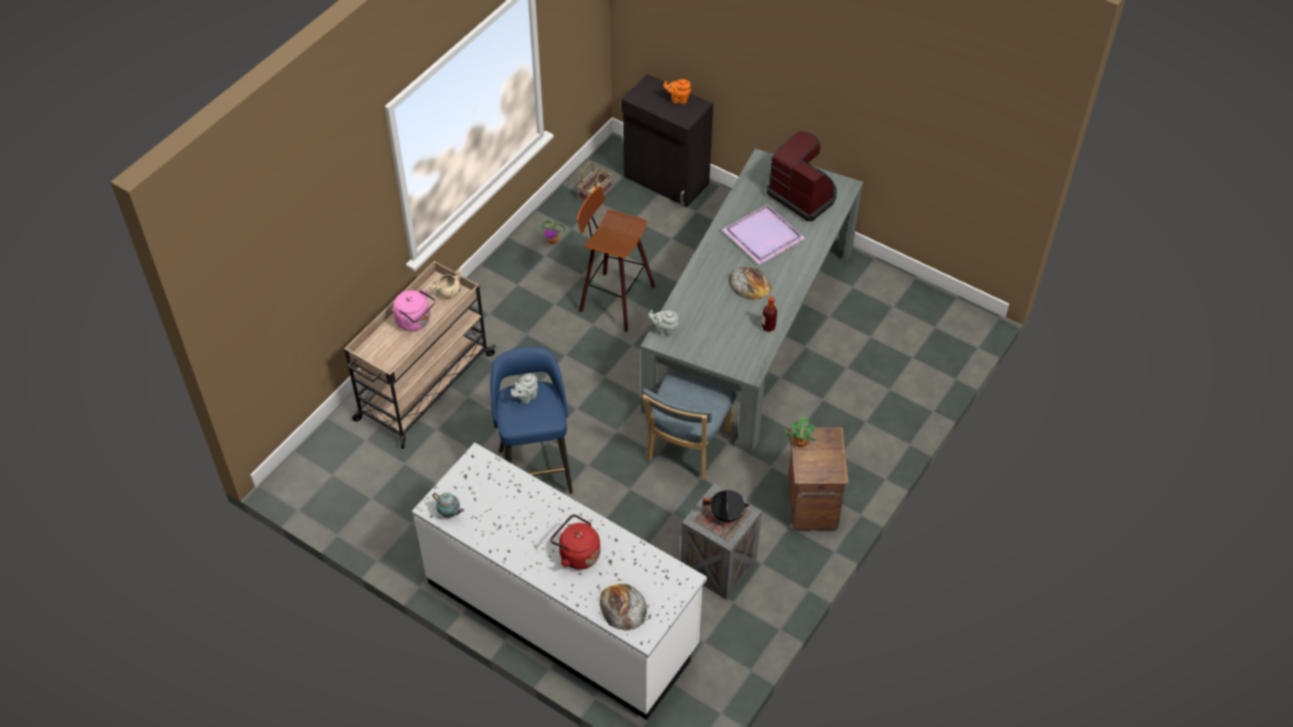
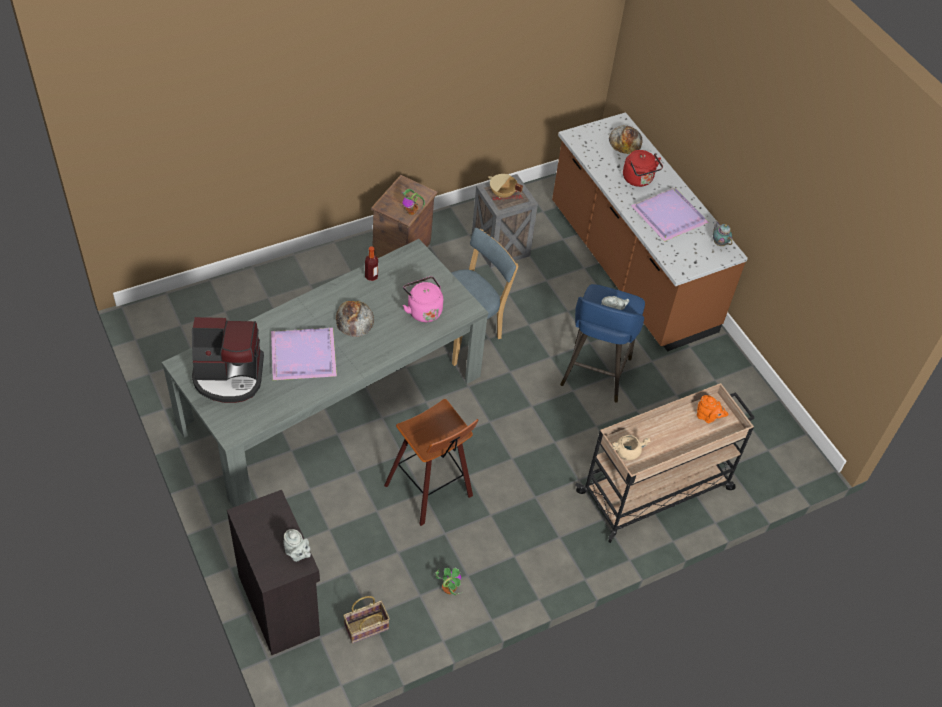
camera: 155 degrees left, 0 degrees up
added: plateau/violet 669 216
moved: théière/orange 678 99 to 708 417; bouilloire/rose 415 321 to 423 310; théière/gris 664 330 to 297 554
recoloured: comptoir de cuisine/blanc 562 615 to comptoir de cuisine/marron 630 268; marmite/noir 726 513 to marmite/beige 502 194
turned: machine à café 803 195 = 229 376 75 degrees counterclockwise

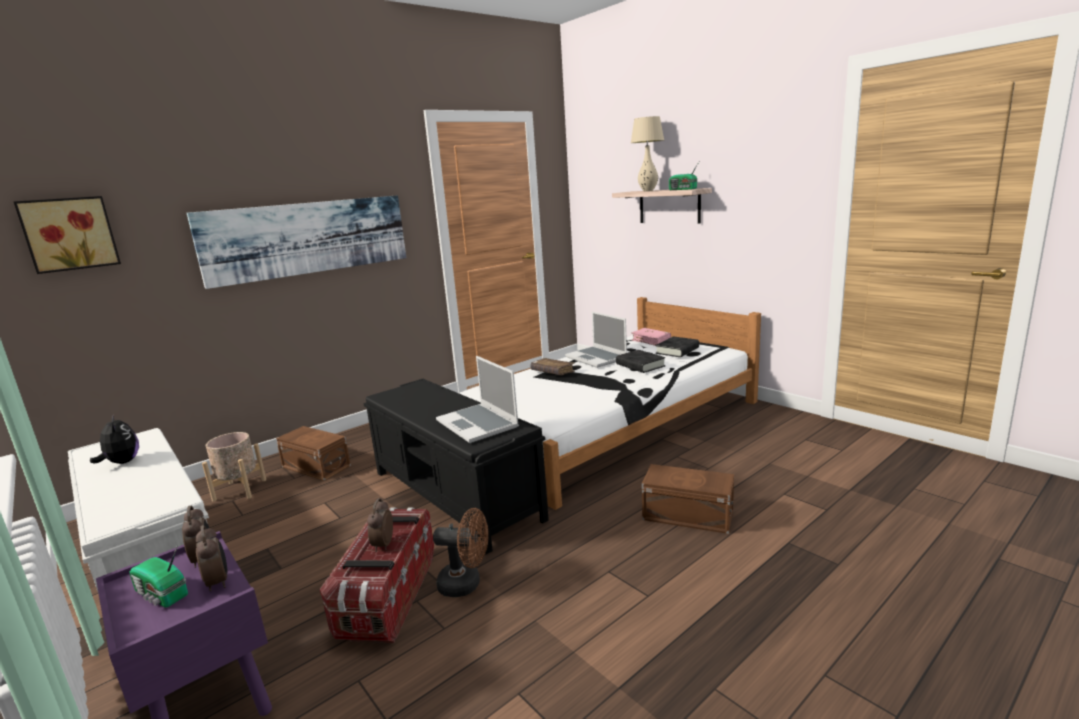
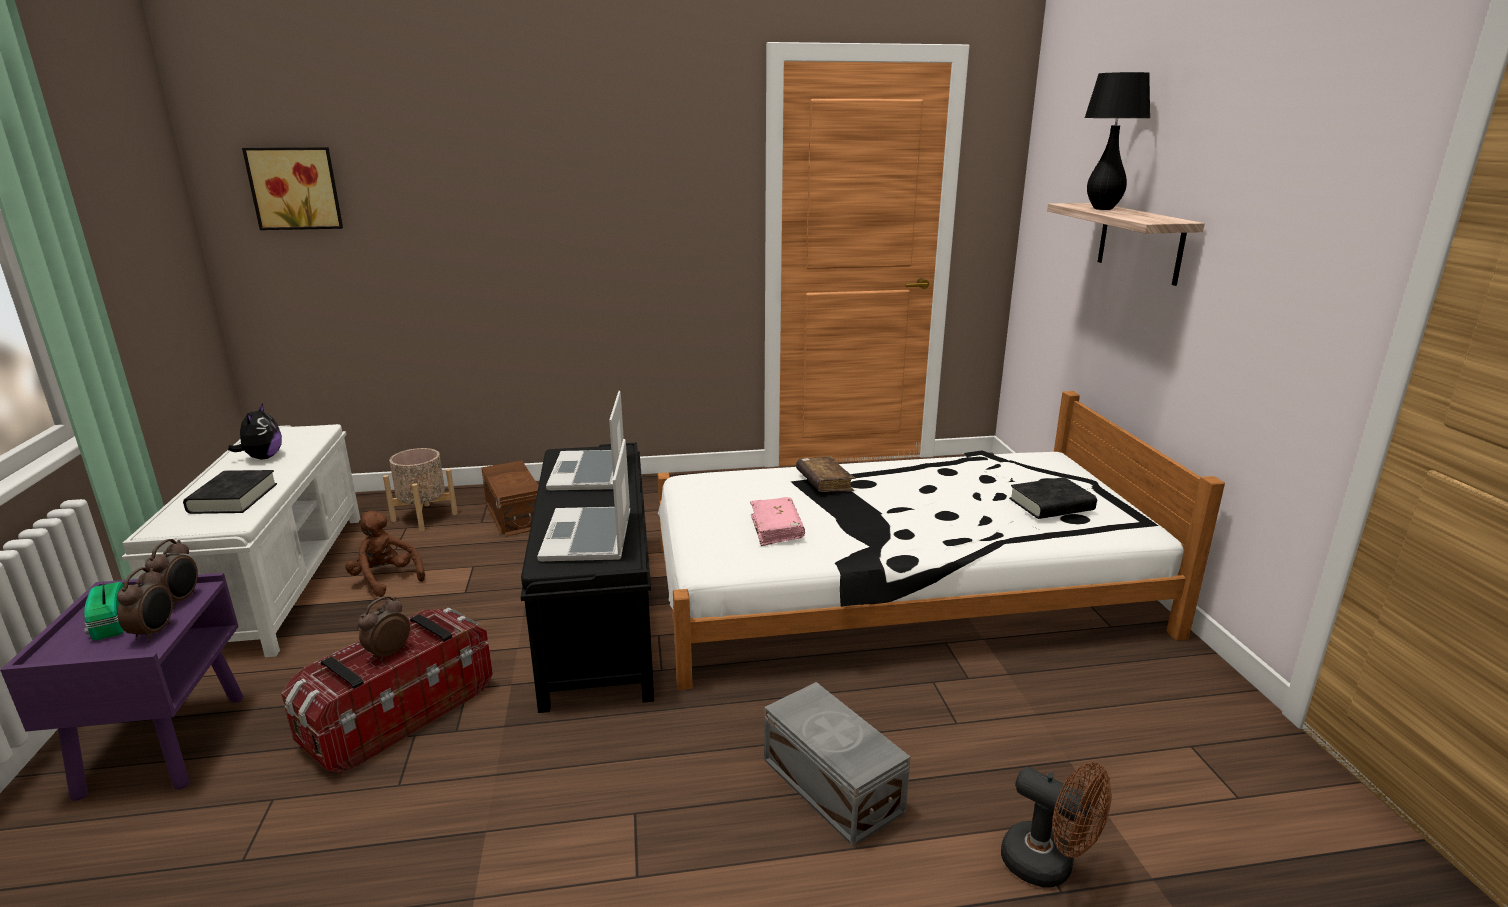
camera: 30 degrees right, 5 degrees up
removed: radio 683 189; tableau 308 238
added: peluche/marron 386 579
moved: ordinateur portable 597 358 to 589 473; livre/rose 651 341 to 776 529; livre/noir 640 365 to 233 498; ventilateur/marron 466 584 to 1048 866
recoloured: lampe de table/beige 648 191 to lampe de table/noir 1103 209; boîte de rangement/marron 689 516 to boîte de rangement/gris 831 787

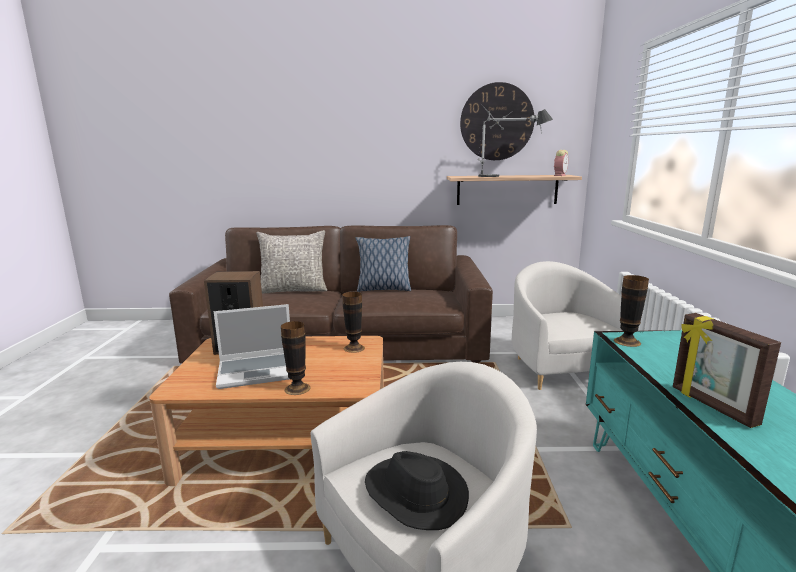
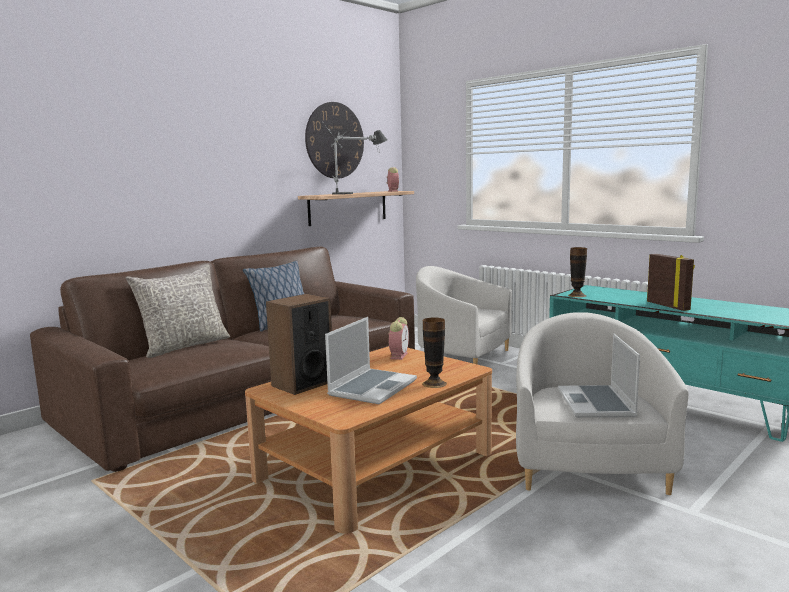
camera: 45 degrees left, 5 degrees down
replaced: vase 354 348 to réveil 399 355; chapeau/noir 414 494 to ordinateur portable 597 404
turned: cadre photo 712 406 = 668 306 135 degrees counterclockwise

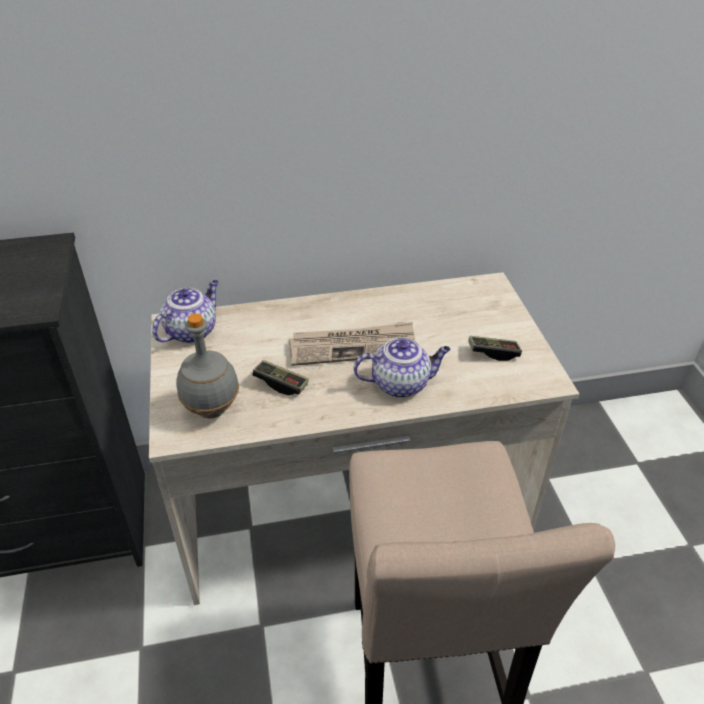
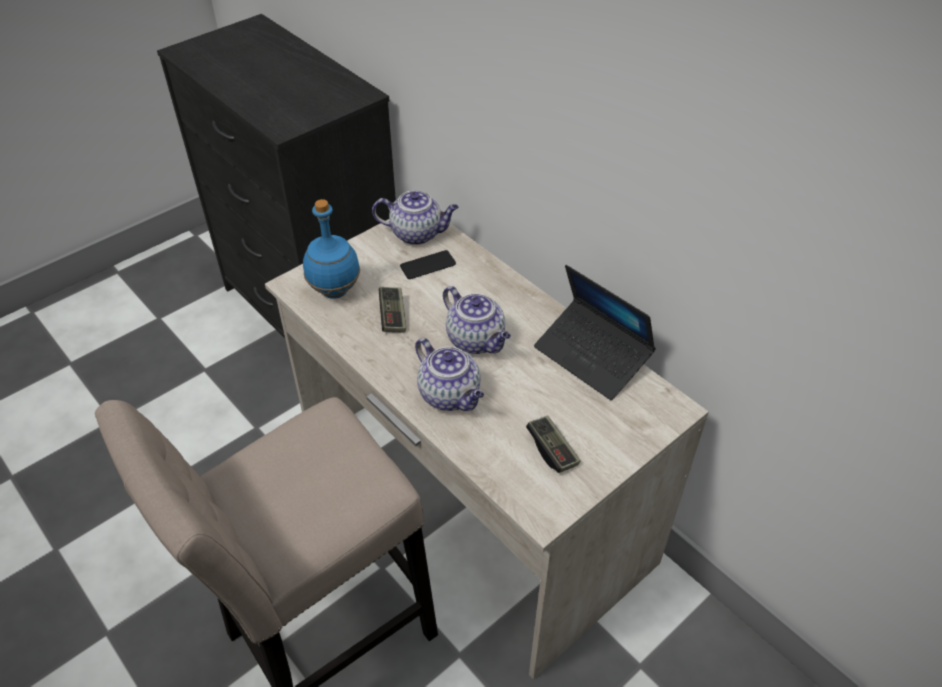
camera: 60 degrees right, 5 degrees up
added: téléphone 428 265; ordinateur portable 592 356
replaced: journal 353 346 to théière 477 340
recoloured: bouteille/gris 213 409 to bouteille/bleu 335 291

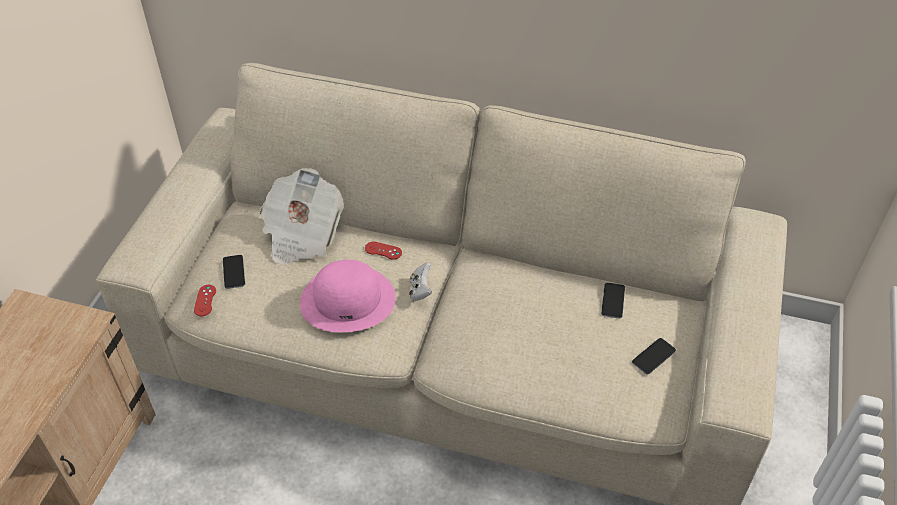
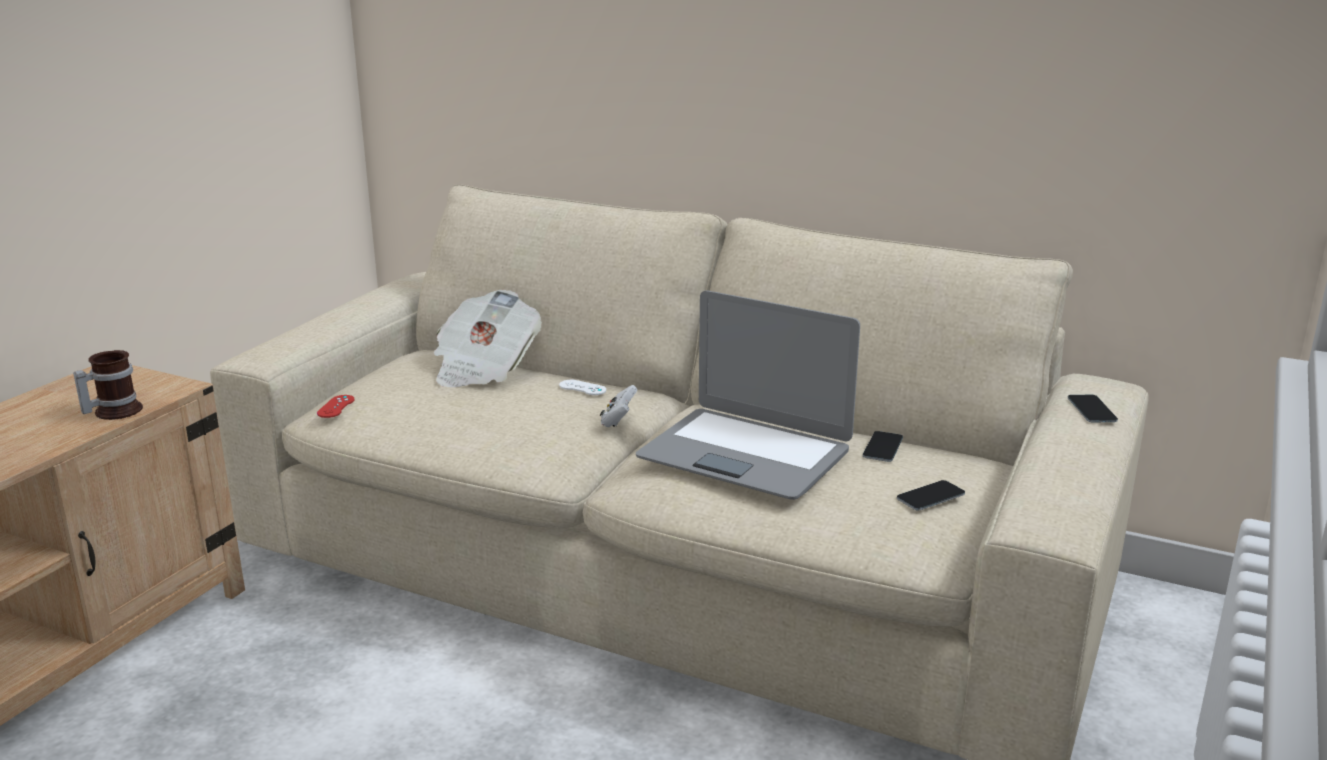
camera: 10 degrees right, 25 degrees down
removed: chapeau/rose 348 299
added: ordinateur portable 745 455; mug 113 411
moved: téléphone 234 272 to 1092 409
recoloured: manette/rouge 383 250 to manette/blanc 582 388

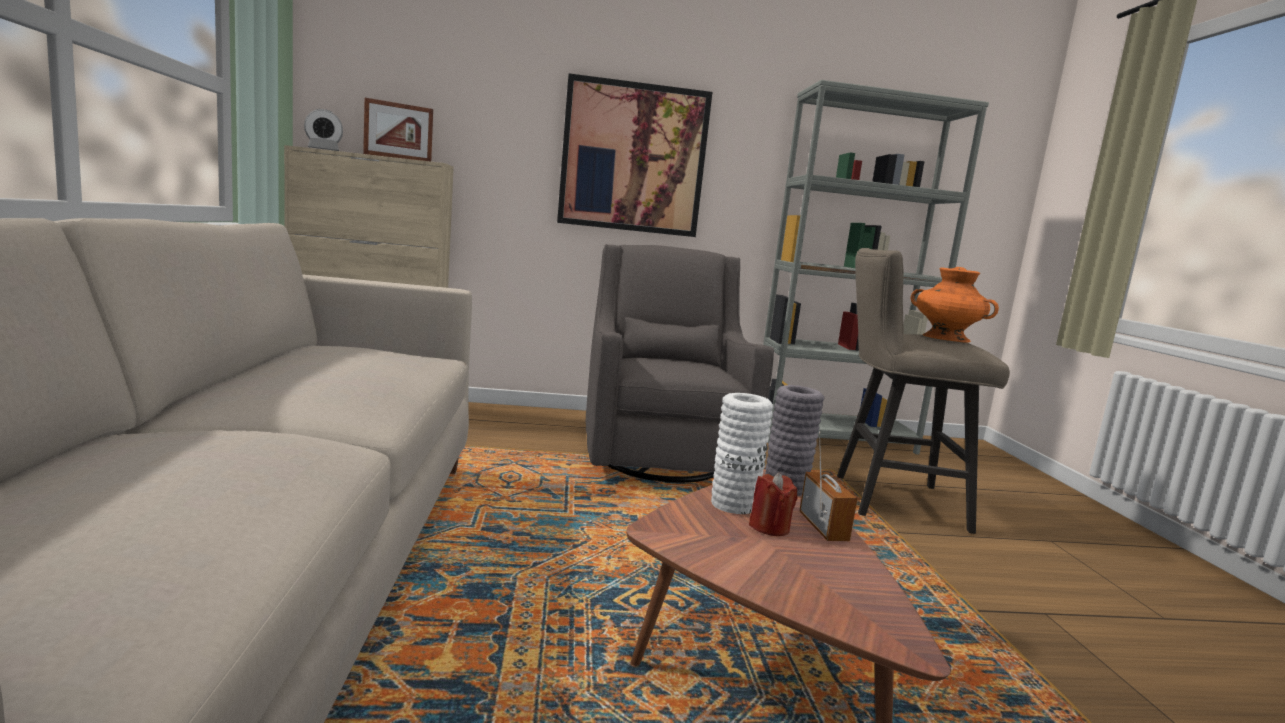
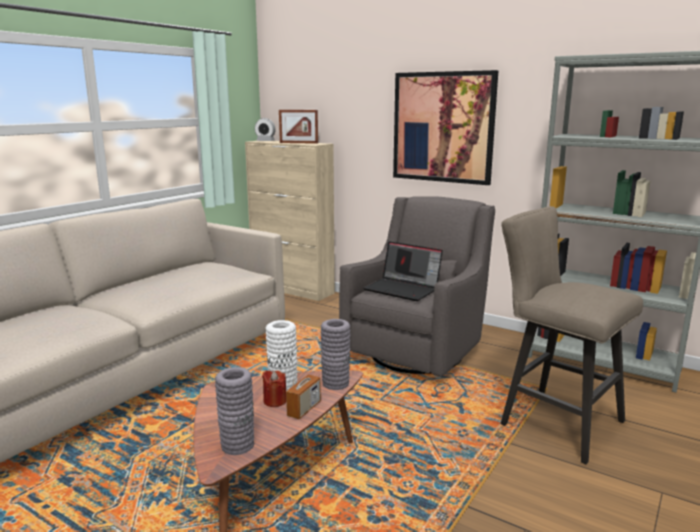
camera: 40 degrees right, 5 degrees up
removed: vase/orange 945 338
added: ordinateur portable 403 289; vase/gris 237 445

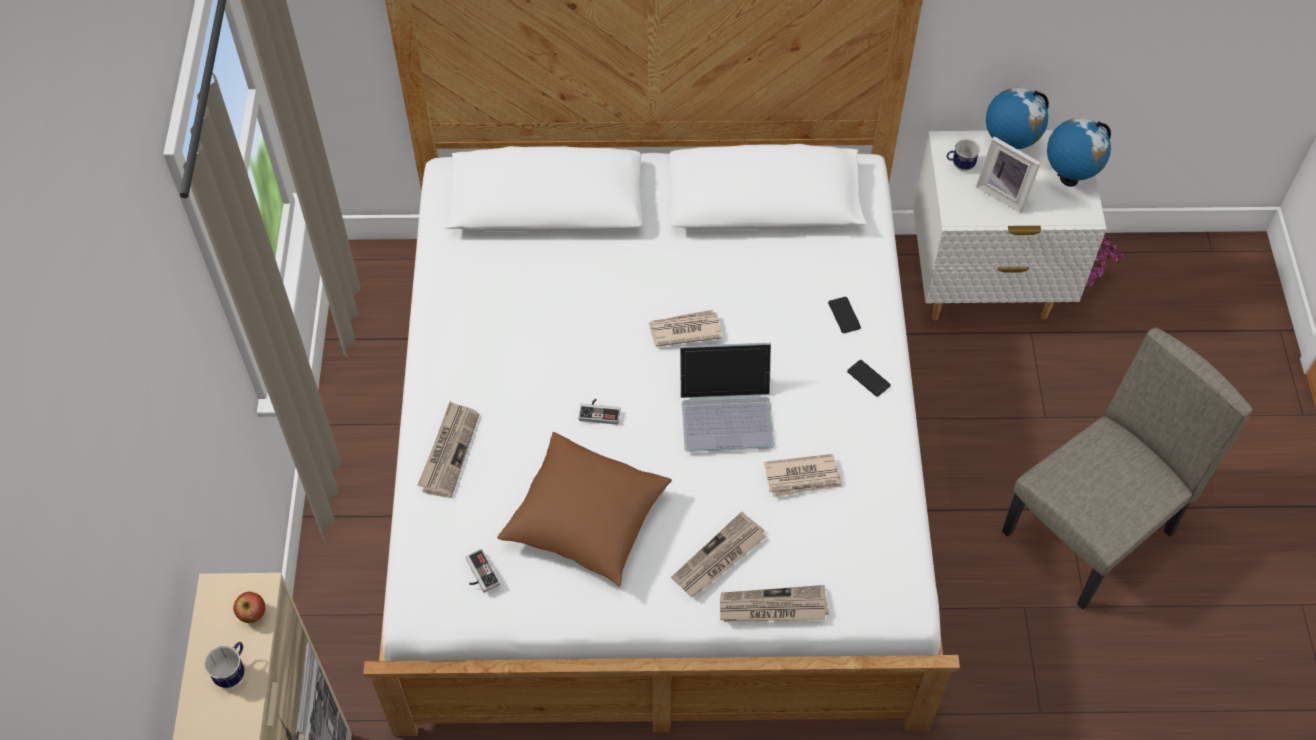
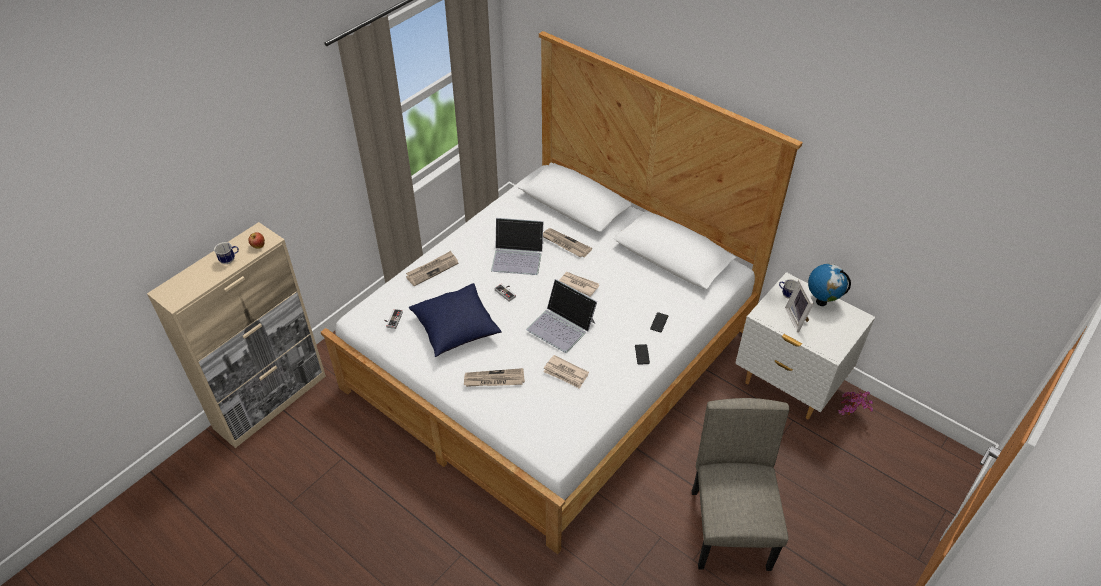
camera: 40 degrees right, 10 degrees down
removed: globe 1068 178
added: ordinateur portable 518 256
moved: journal 772 608 to 565 244
recoloured: coussin/marron 586 521 to coussin/bleu 455 329
turned: chaise/beige 1089 533 = 730 529 90 degrees counterclockwise

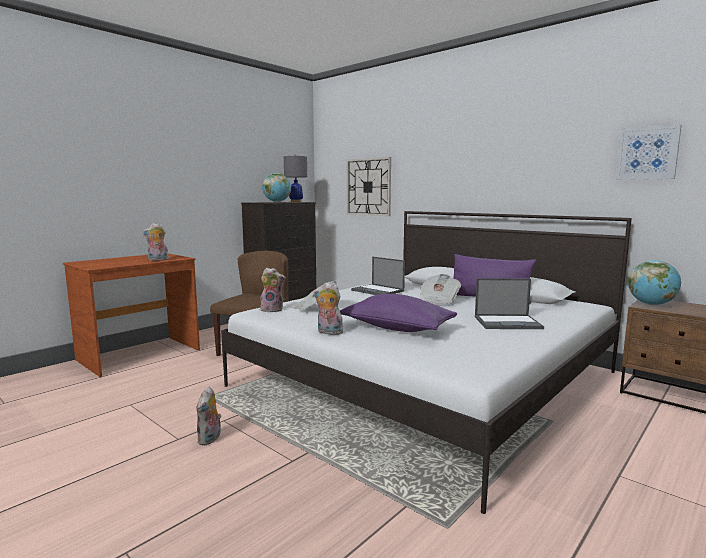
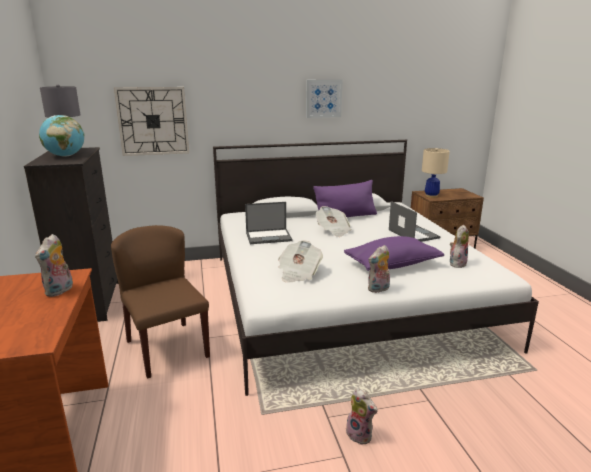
camera: 55 degrees left, 10 degrees up
moved: tableau 647 153 to 323 98; peluche 273 310 to 457 263
replaced: globe 651 304 to lampe de table/beige 431 196
turned: ordinateur portable 508 322 = 413 233 60 degrees counterclockwise

